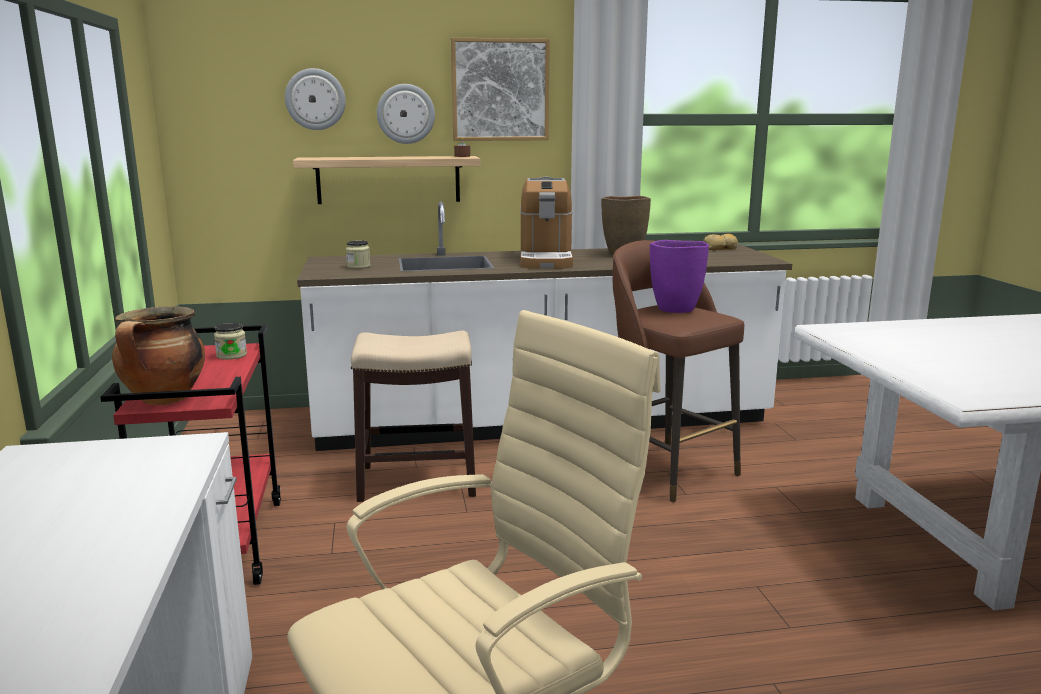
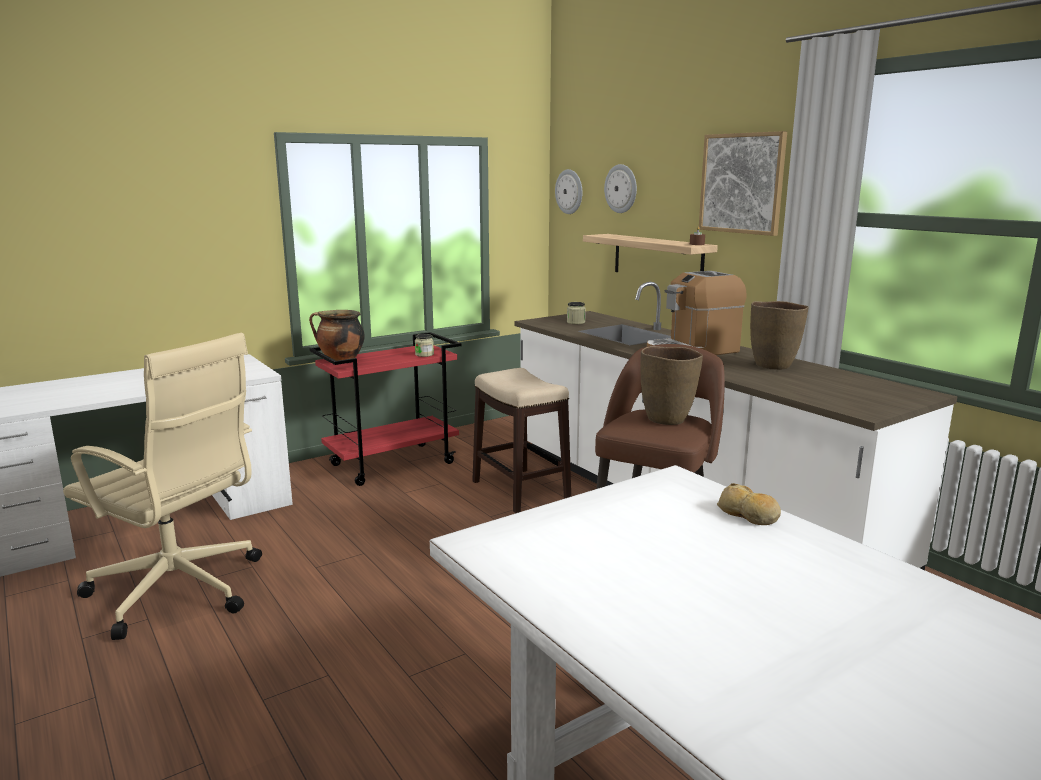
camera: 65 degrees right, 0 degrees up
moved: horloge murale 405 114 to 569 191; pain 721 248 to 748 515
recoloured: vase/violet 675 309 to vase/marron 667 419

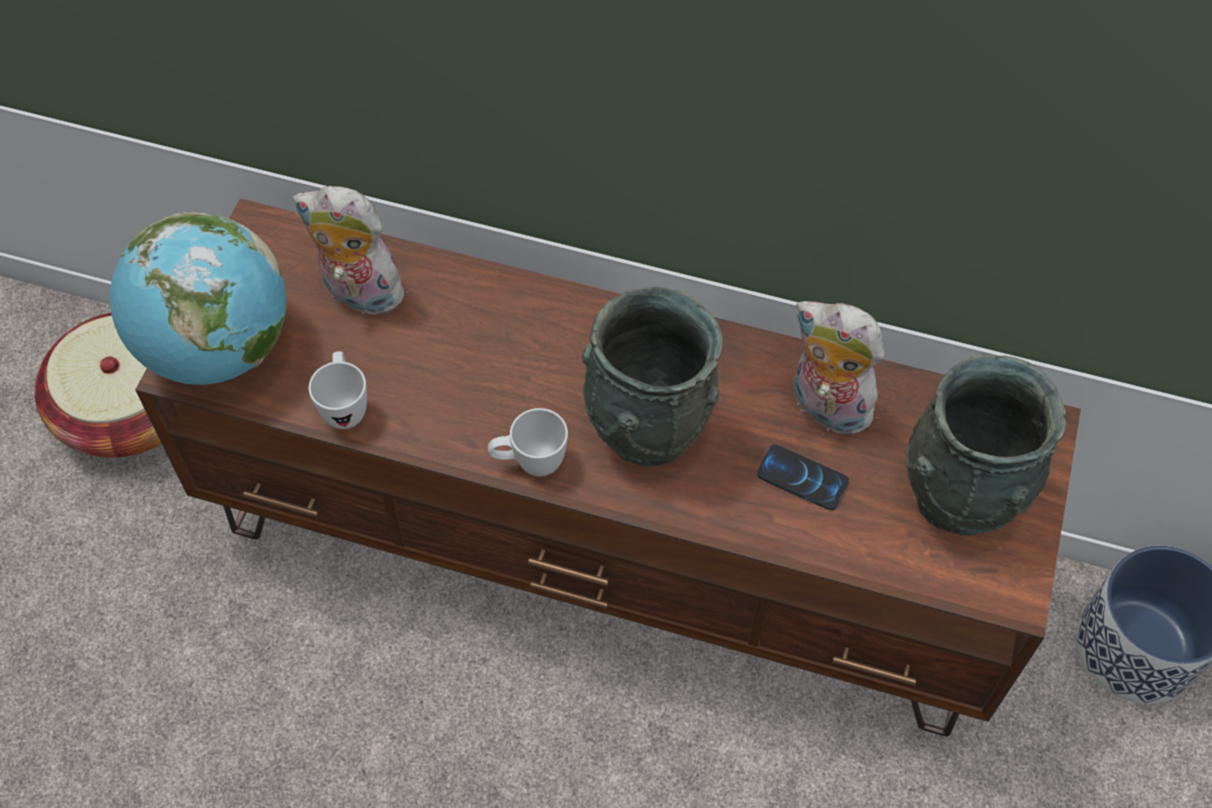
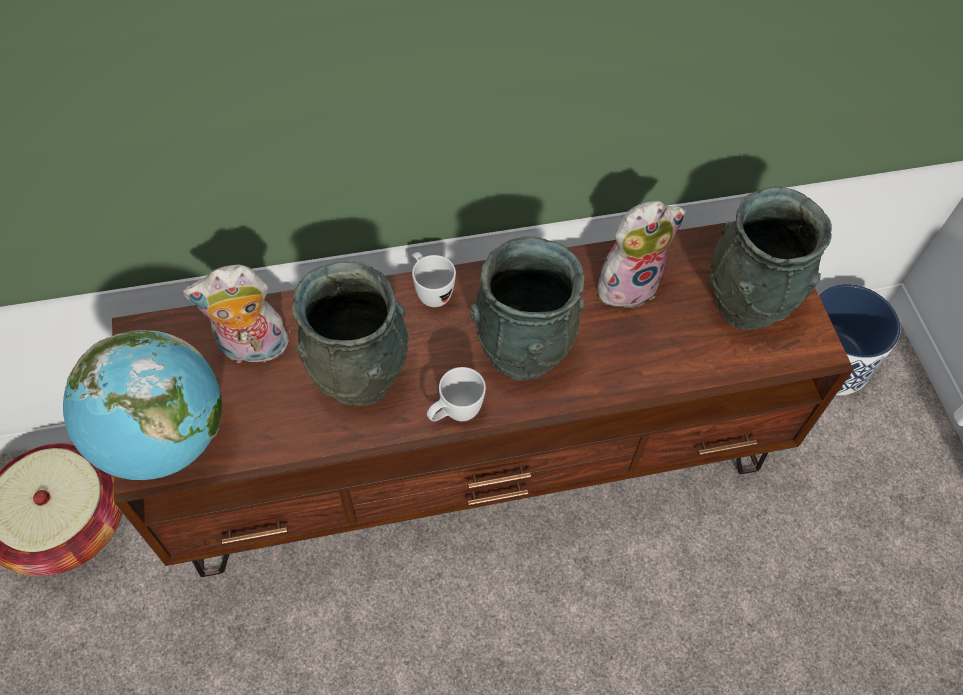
camera: 30 degrees left, 0 degrees up
removed: téléphone 802 478
added: vase/gris 360 376
moved: mug/blanc 344 405 to 430 291
turned: peluche 825 408 = 628 283 150 degrees clockwise

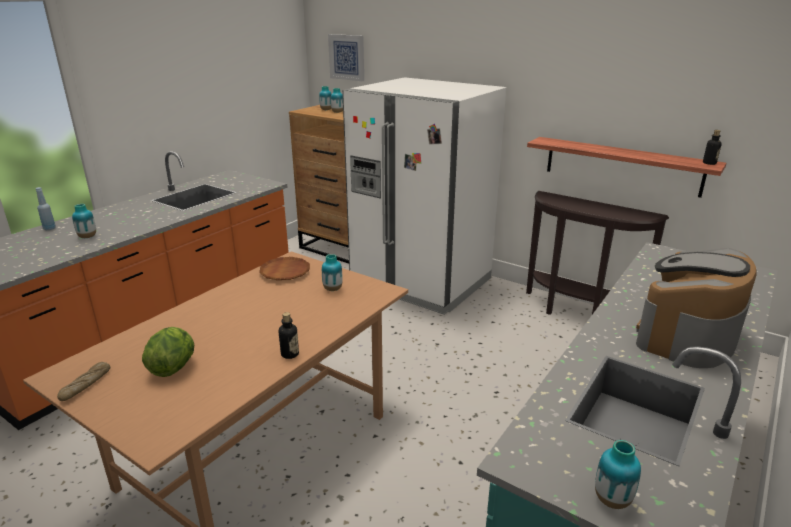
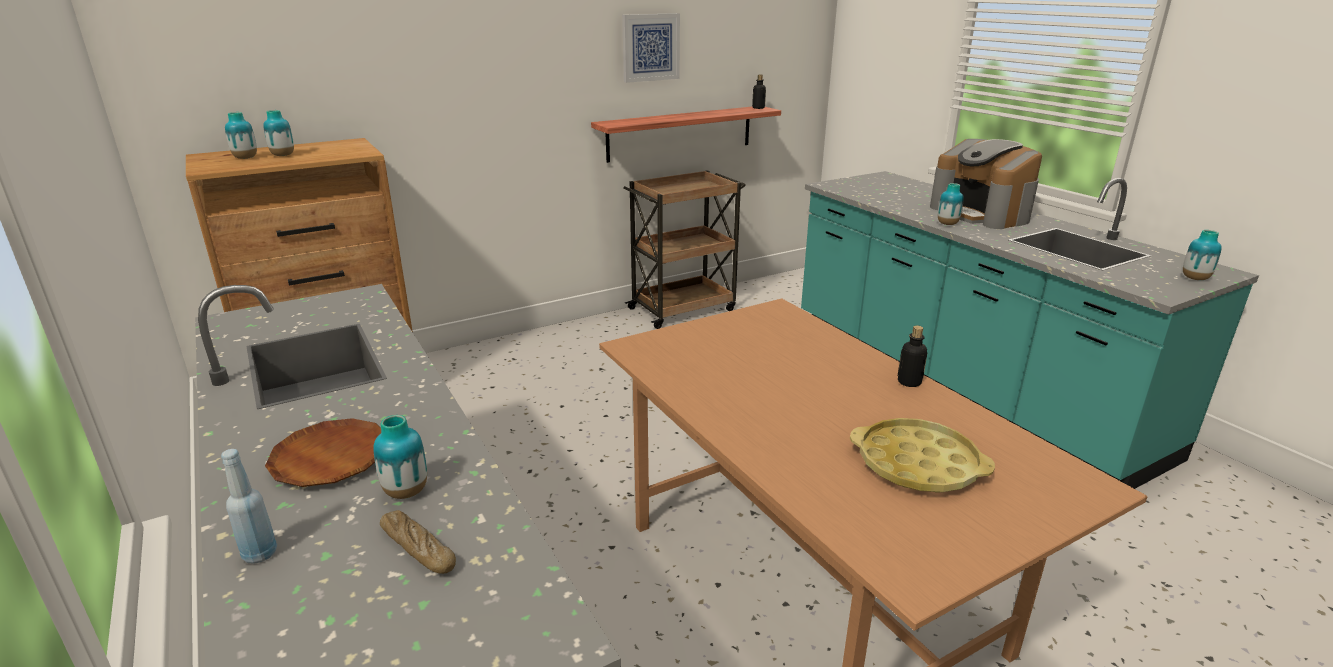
camera: 65 degrees left, 0 degrees up
removed: réfrigérateur/blanc 421 282
moved: tableau 347 57 to 650 47; vase 332 289 to 947 224; assiette/marron 285 272 to 331 459; pain 86 385 to 418 549
replaced: table console/marron 576 313 to chariot/marron 683 309; laitue 173 367 to plateau/jaune 917 464

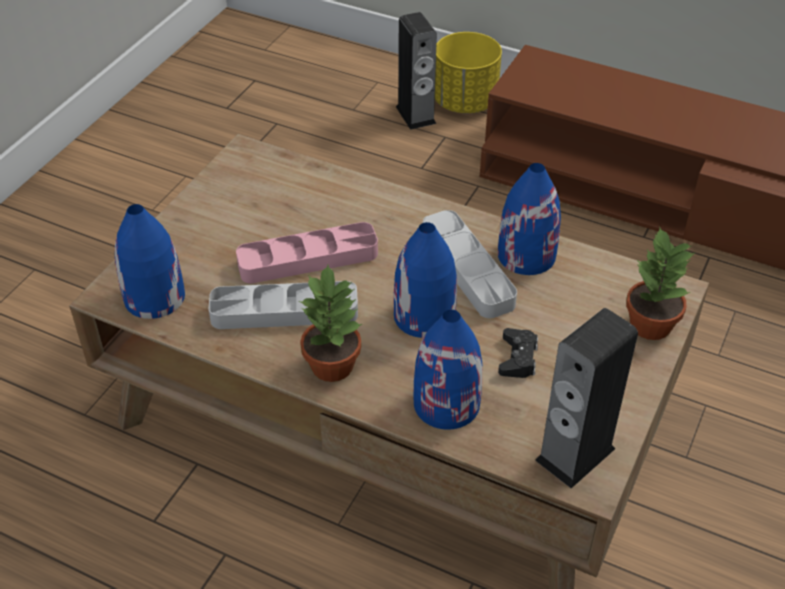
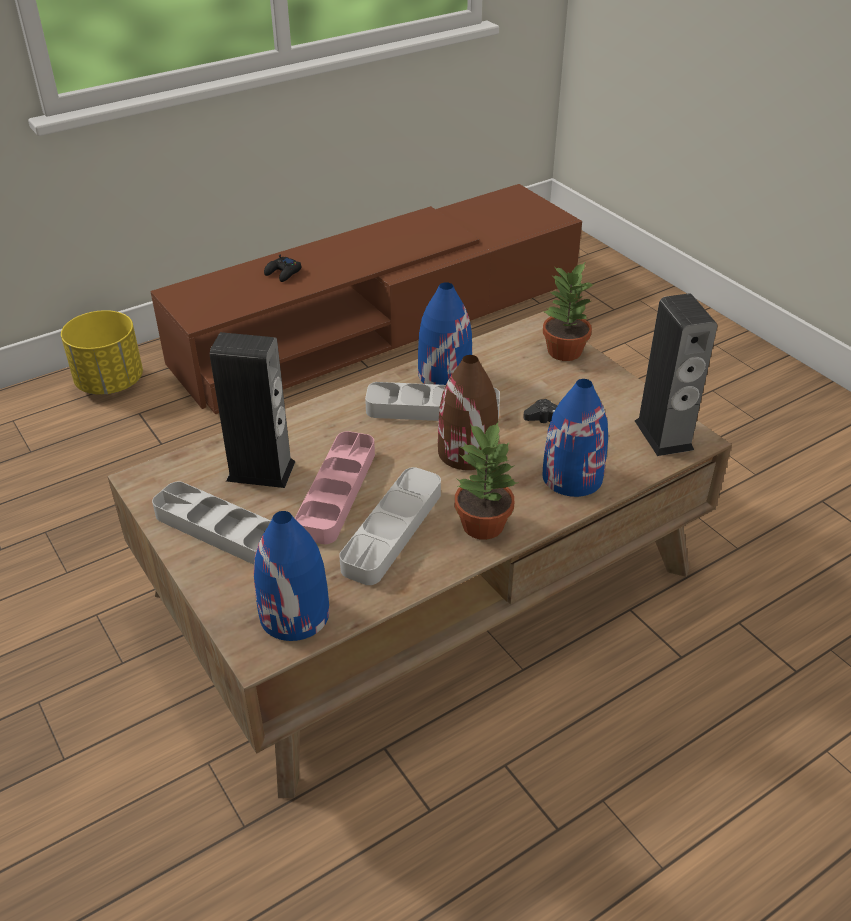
camera: 60 degrees left, 5 degrees down
added: manette/noir 283 273; plateau/gris 222 531
moved: enceinte 415 115 to 261 471
recoloured: vase/bleu 424 316 to vase/marron 467 452

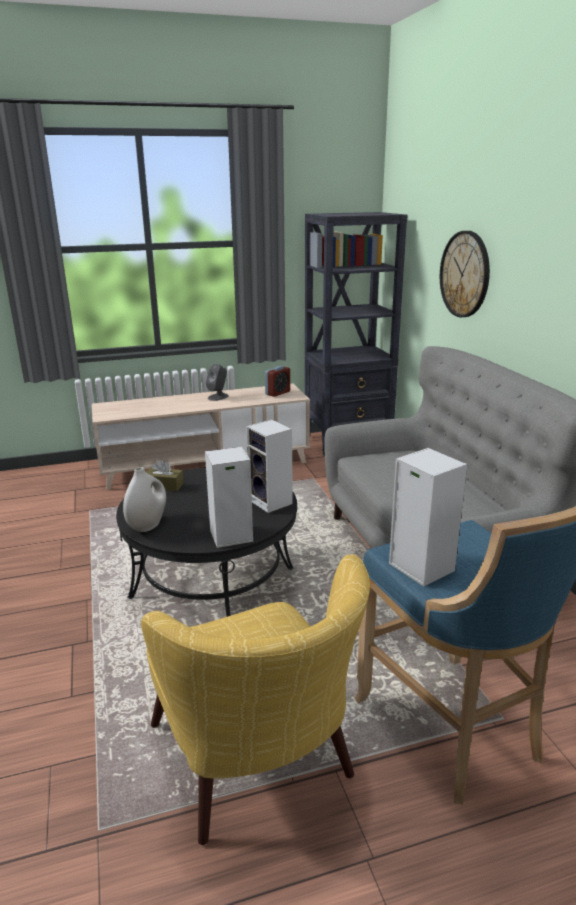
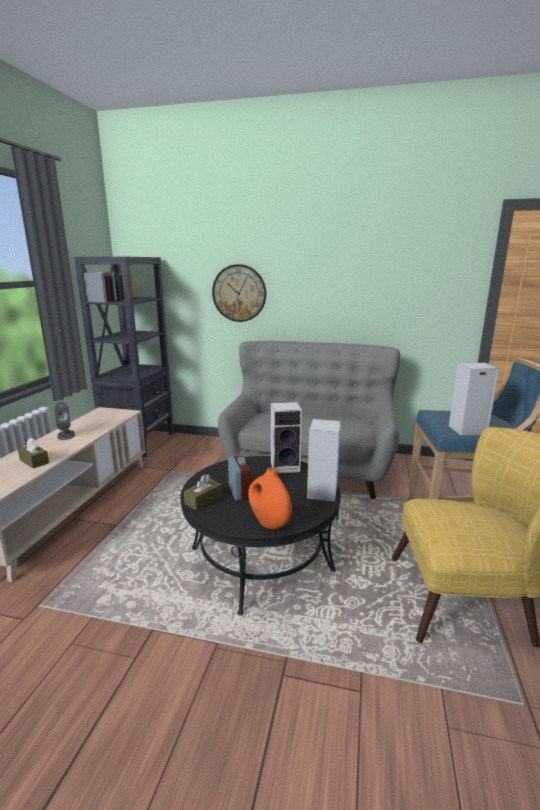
camera: 60 degrees left, 5 degrees down
added: boîte à mouchoirs/marron 34 461
moved: réveil 277 393 to 239 492
recoloured: vase/blanc 147 525 to vase/orange 269 523

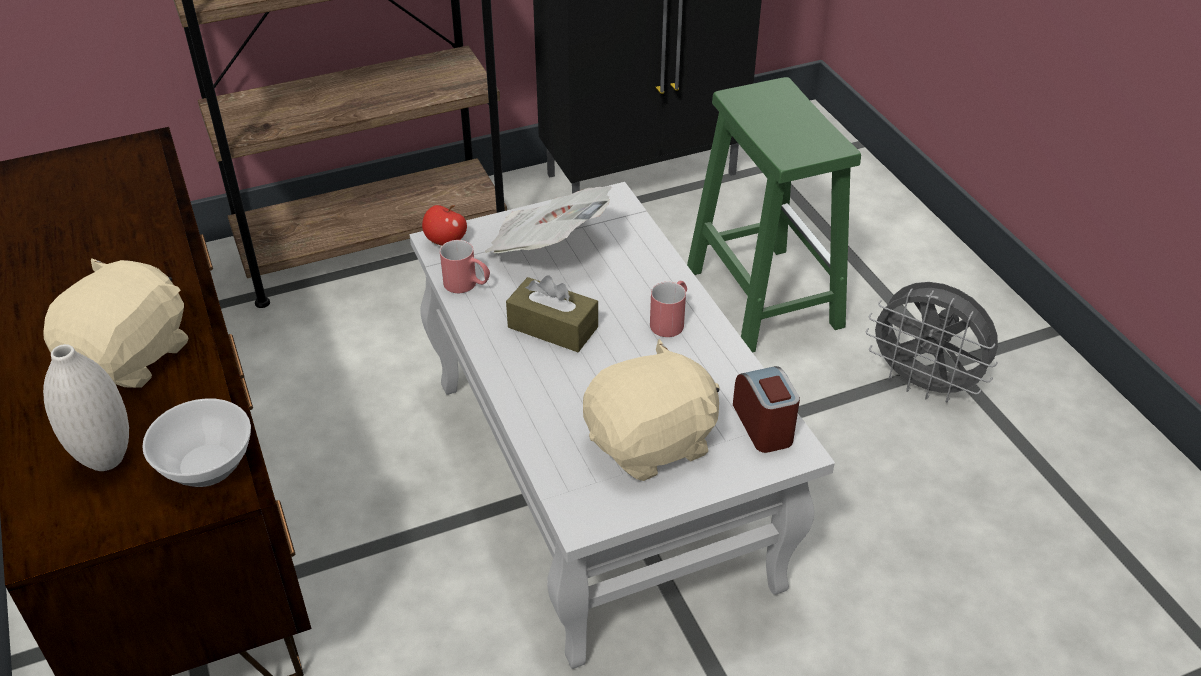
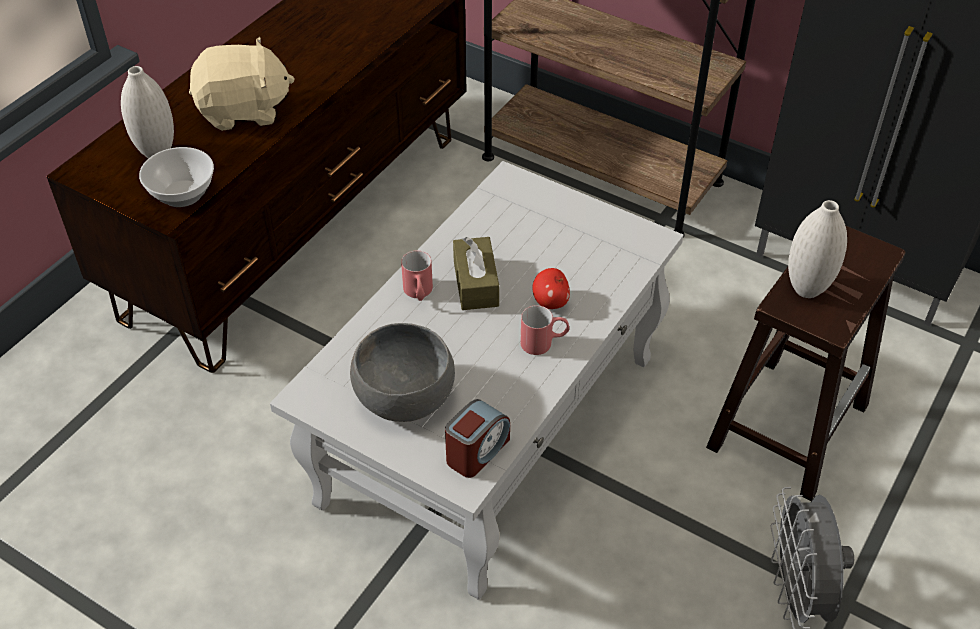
camera: 55 degrees right, 5 degrees up
removed: journal 548 247
added: vase/blanc 806 289
moved: pomme 445 241 to 550 302; mug/rouge 467 285 to 418 293
replaced: peluche/beige 652 443 to bol/gris 404 396
recoloured: tabouret/vert 761 296 to tabouret/marron 788 424

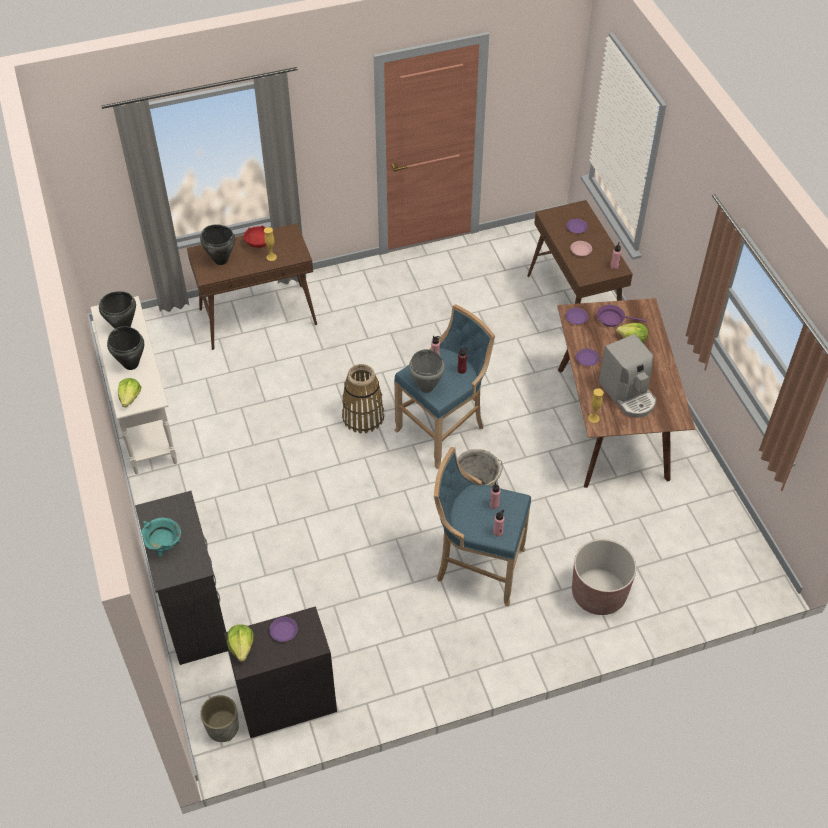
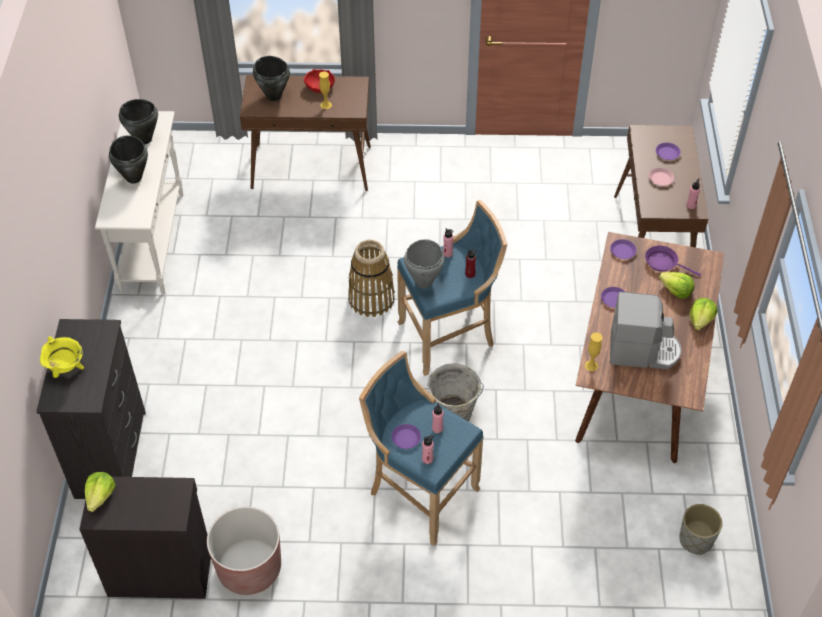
camera: 20 degrees right, 0 degrees up
moved: laitue 130 398 to 701 320; cache-pot/marron 598 594 to 249 568; assiette/violet 284 630 to 406 438; cache-pot/gris 222 727 to 695 539
recoloured: marmite/turquoise 164 547 to marmite/jaune 66 369
turned: machine à café 628 394 = 642 351 75 degrees counterclockwise

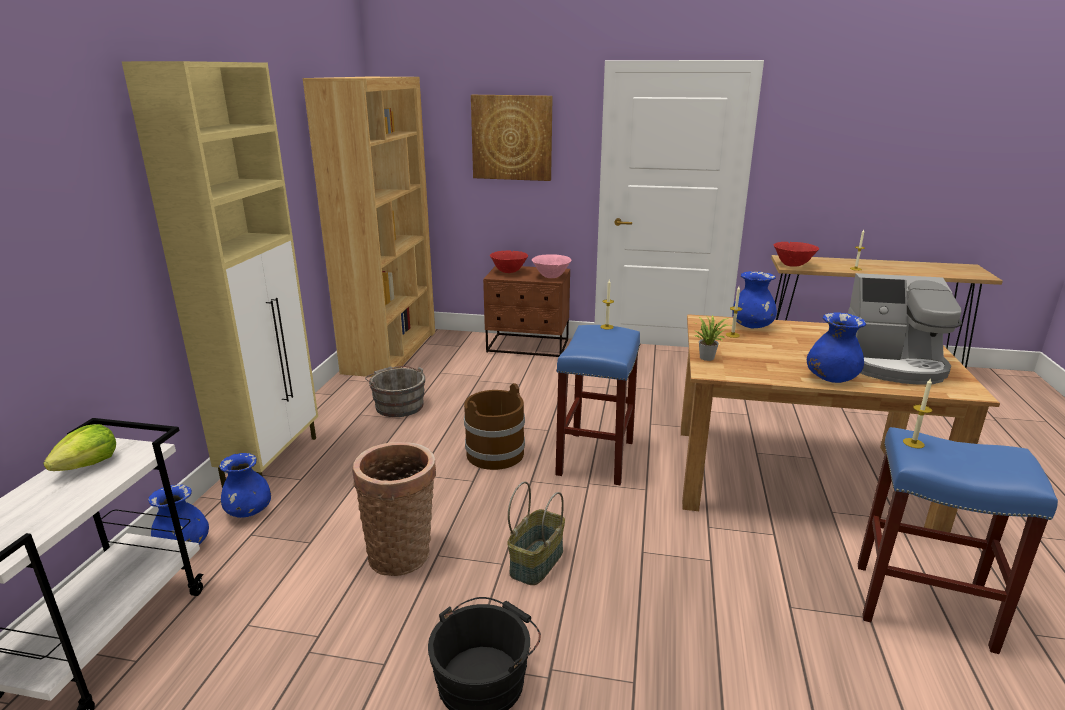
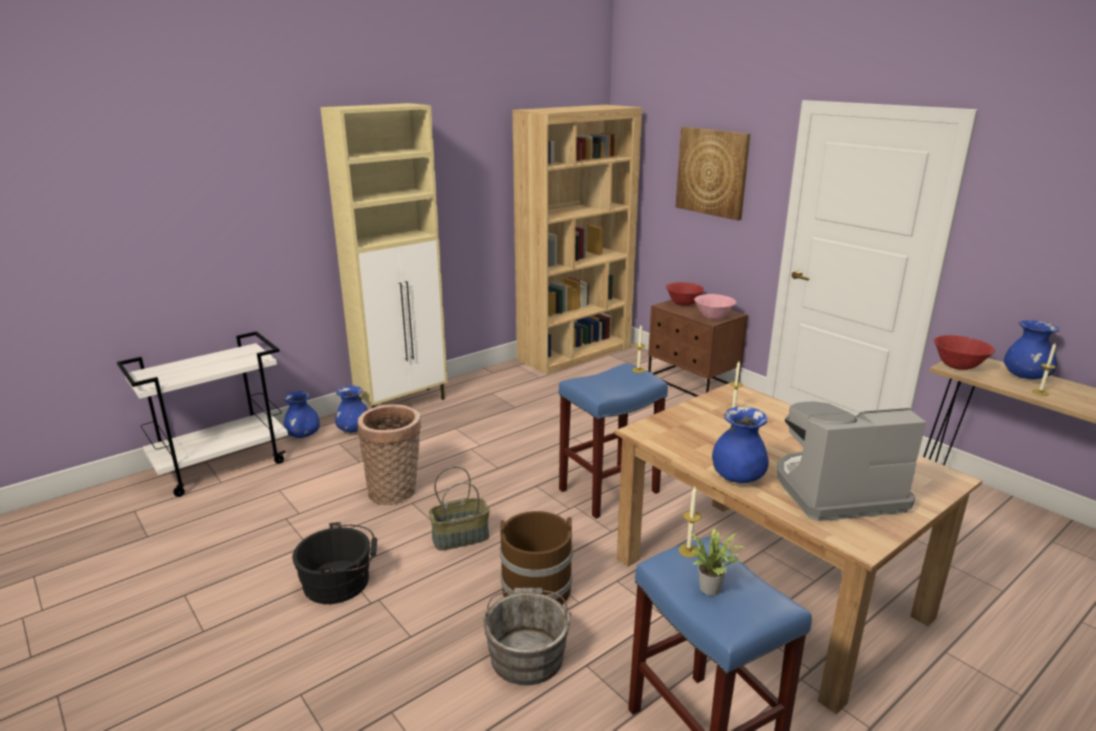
camera: 40 degrees right, 0 degrees up
removed: laitue 88 464
moved: vase/bleu 752 326 to 1025 377; plante en pot 707 357 to 712 587; seau/gris 398 405 to 527 653; seau/marron 495 453 to 537 588
turned: machine à café 891 365 = 836 491 120 degrees clockwise

